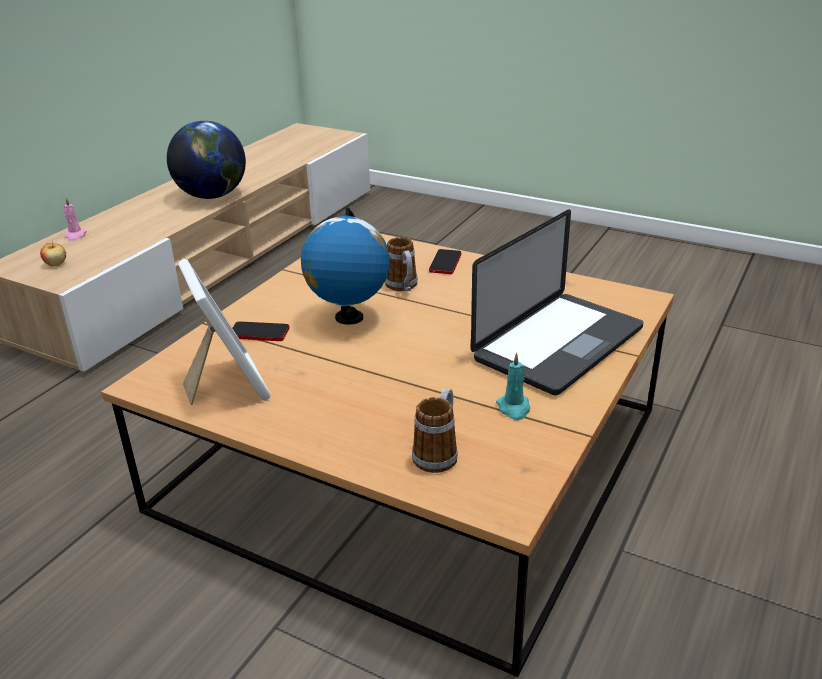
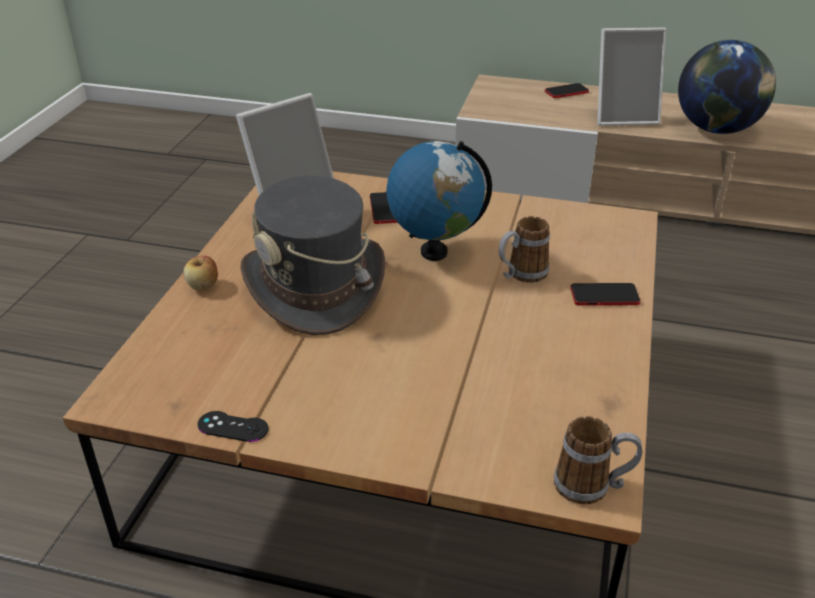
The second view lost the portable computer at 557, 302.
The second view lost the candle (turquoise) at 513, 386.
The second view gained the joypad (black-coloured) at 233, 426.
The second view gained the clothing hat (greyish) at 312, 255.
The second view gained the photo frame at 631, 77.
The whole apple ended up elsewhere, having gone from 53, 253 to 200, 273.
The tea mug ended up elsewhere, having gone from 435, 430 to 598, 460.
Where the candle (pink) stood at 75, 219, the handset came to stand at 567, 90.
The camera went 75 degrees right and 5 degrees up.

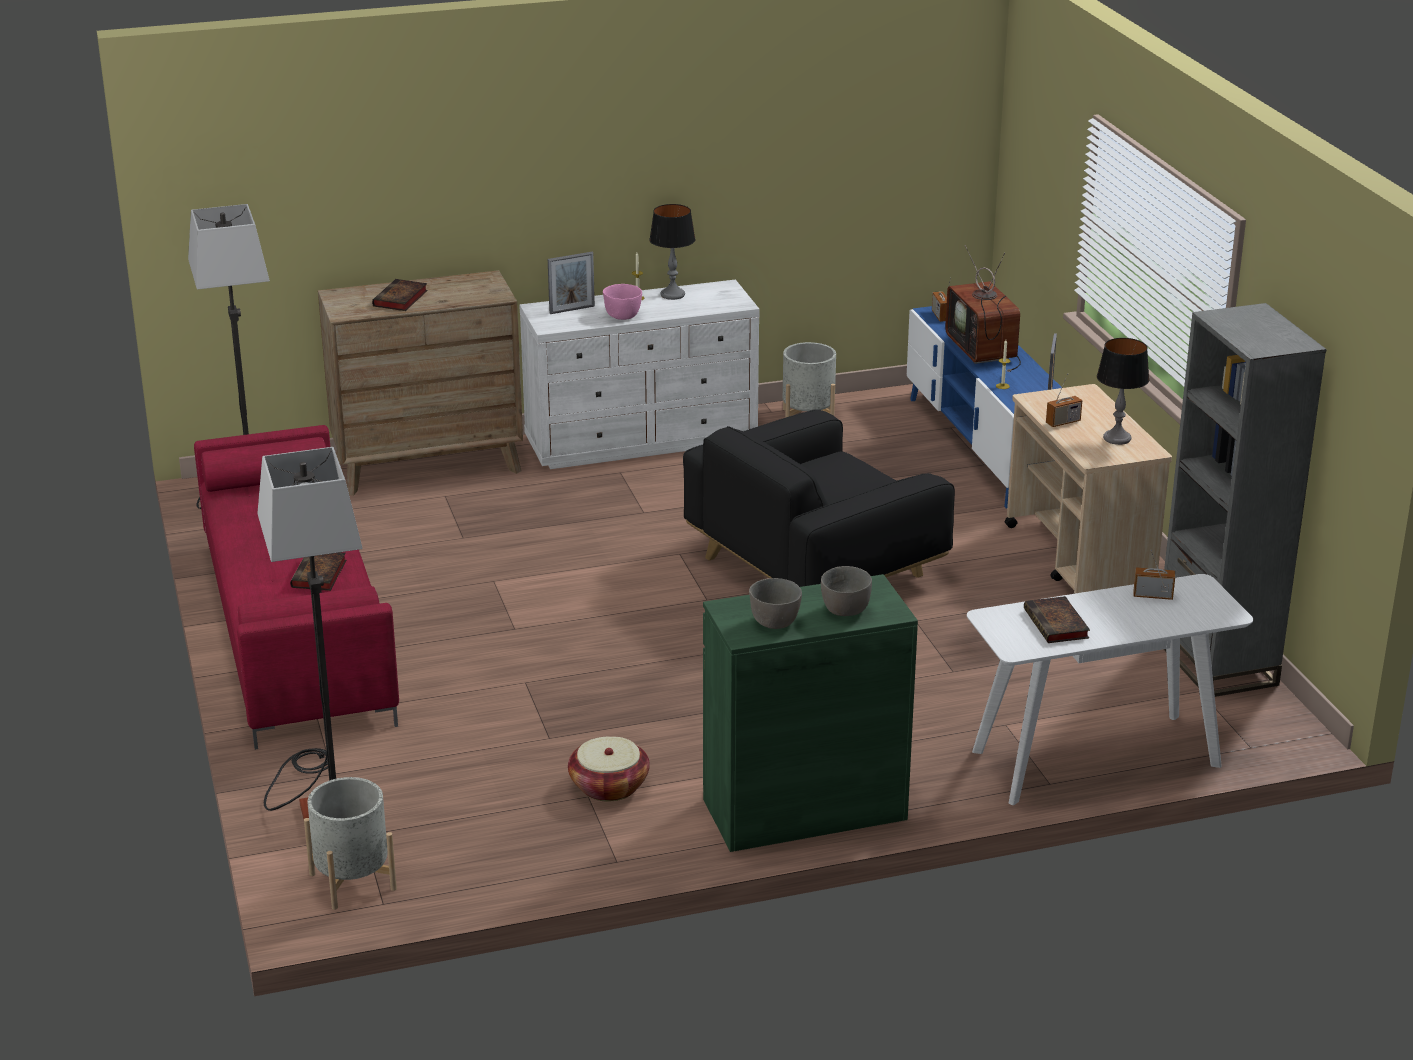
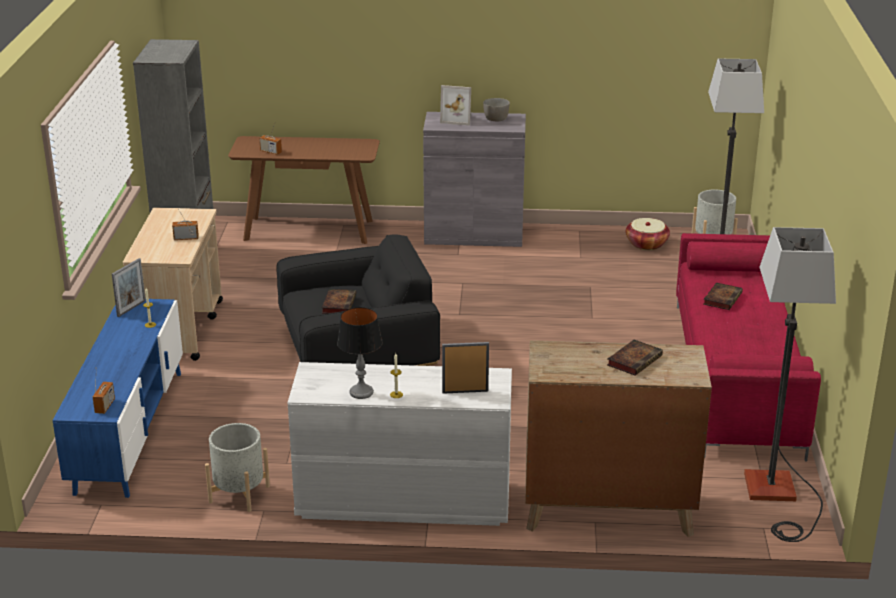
The second view lost the serving bowl (pink) at 622, 302.
The second view lost the TV set at 983, 308.
The second view lost the lamp for a table at 1123, 391.
The household basket ended up elsewhere, having gone from 609, 769 to 648, 234.
The volume ended up elsewhere, having gone from 1057, 619 to 339, 301.
Where the serving bowl (greyish) stood at 846, 591, the photo frame came to stand at 455, 105.
What was the cabinet (green-coloured) at 810, 713 turned into the cabinet (greyish) at 474, 179.
What was the narrow table (white-coloured) at 1110, 689 turned into the narrow table (brown) at 304, 190.
The camera went 160 degrees left and 0 degrees up.

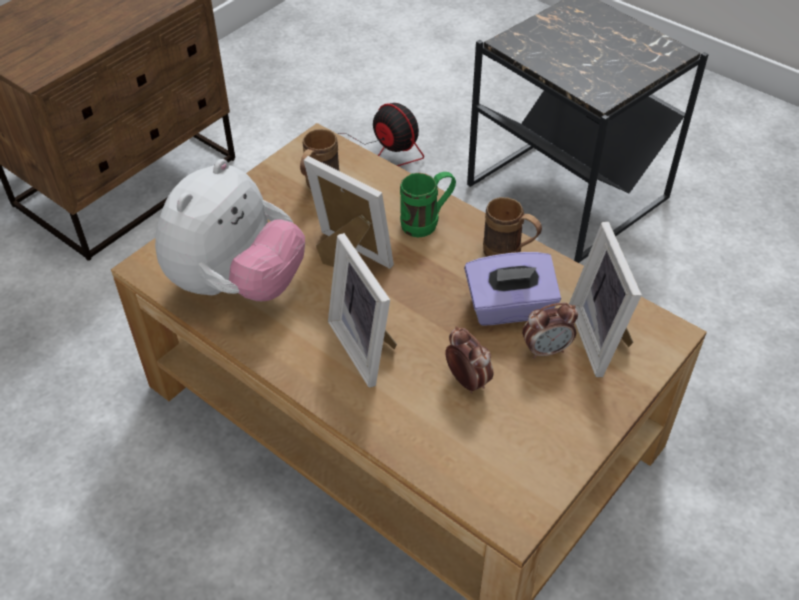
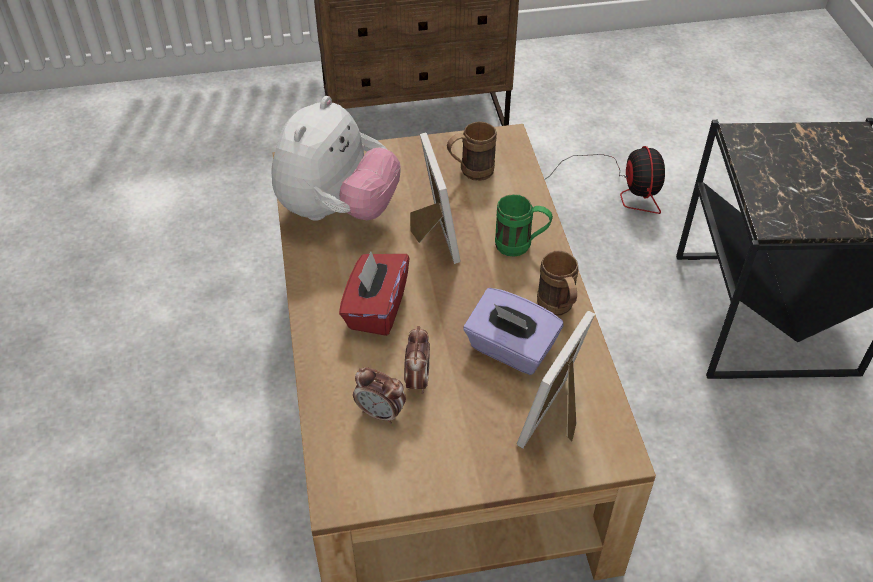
The alarm clock ended up elsewhere, having gone from 550, 331 to 379, 395.
Where the photo frame stood at 362, 310, the tissue box (reddish) came to stand at 374, 293.
The plush toy at 230, 230 ended up facing another way, 45 degrees counterclockwise from before.
The camera went 40 degrees right and 0 degrees up.

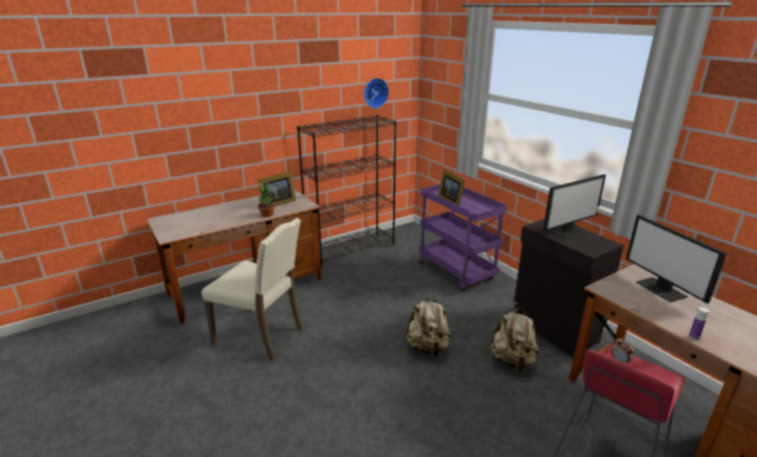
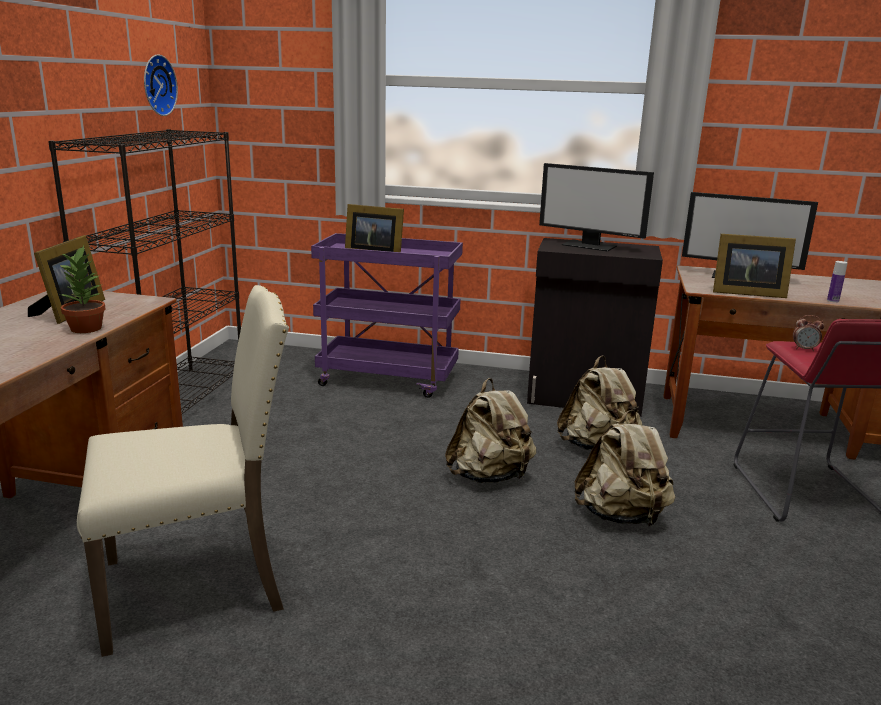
The second view gained the rucksack (beige) at 625, 468.
The second view gained the photo frame at 754, 266.
The computer screen at 574, 206 ended up facing another way, 105 degrees clockwise from before.
The camera went 45 degrees left and 5 degrees down.

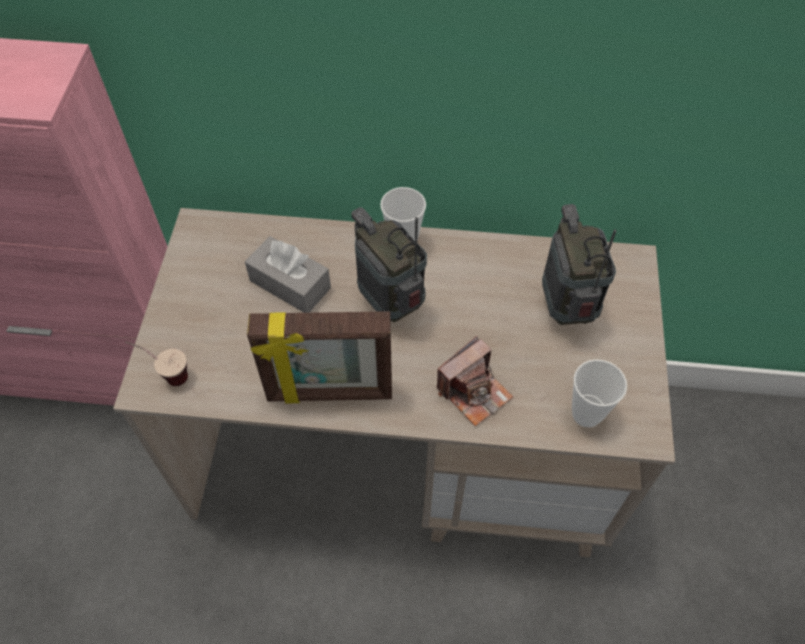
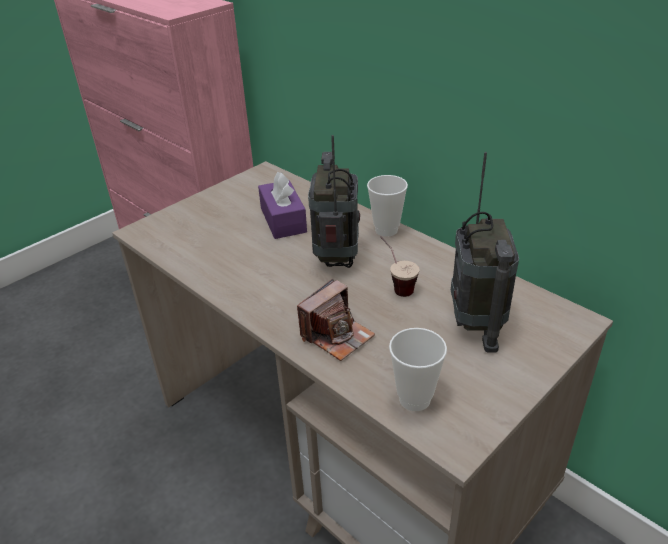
The second view lost the photo frame at 319, 357.
The drinking cup ended up elsewhere, having gone from 156, 363 to 399, 266.
What was the tissue box (greyish) at 288, 274 turned into the tissue box (purple-coloured) at 282, 205.
The still camera at 475, 381 ended up facing another way, 45 degrees counterclockwise from before.
The radio at 579, 264 ended up facing another way, 150 degrees clockwise from before.
The camera went 40 degrees right and 20 degrees down.

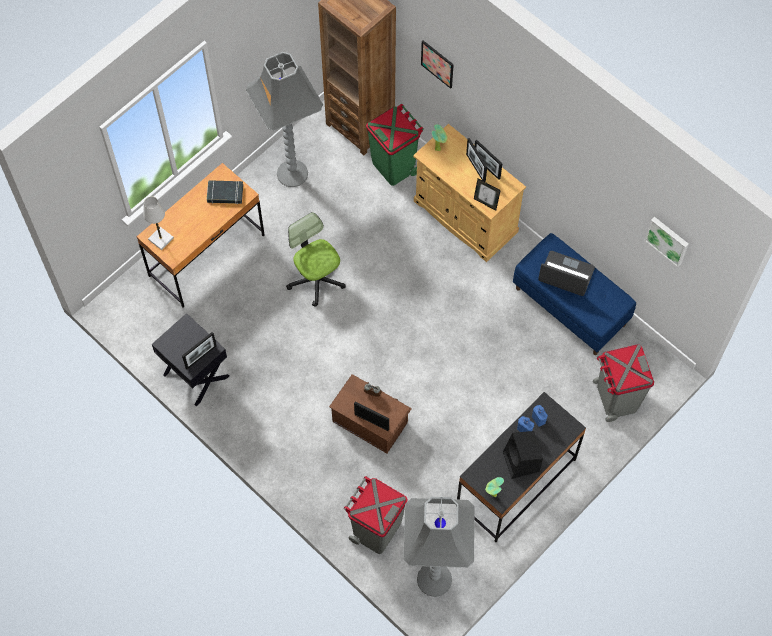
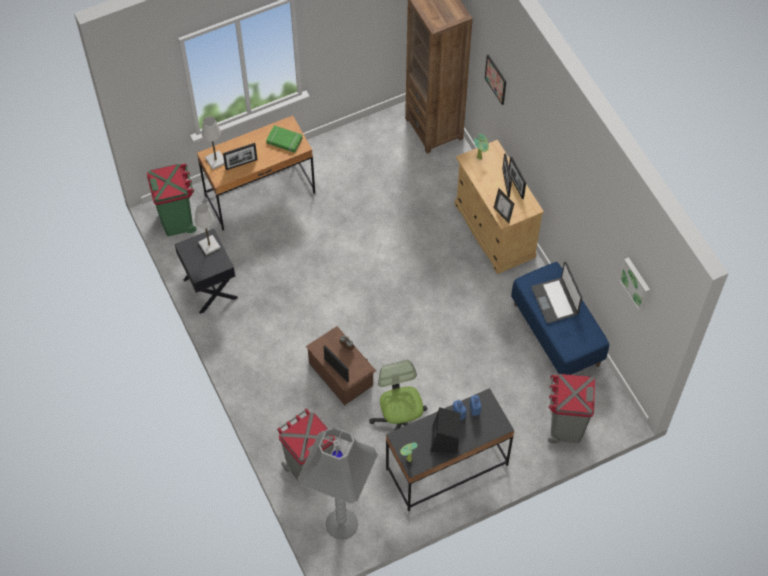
The second view lost the floor lamp (greyish) at 284, 119.
The second view gained the lamp for a table (white-coloured) at 207, 229.
The photo frame ended up elsewhere, having gone from 199, 350 to 240, 156.
The computer chair ended up elsewhere, having gone from 316, 259 to 398, 395.
The rubbish bin (green-coloured) ended up elsewhere, having gone from 395, 145 to 172, 199.
What was the volume (black-coloured) at 225, 192 turned into the volume (green-coloured) at 284, 139.
The portable computer at 566, 273 ended up facing another way, 150 degrees counterclockwise from before.
The camera went 20 degrees right and 5 degrees down.

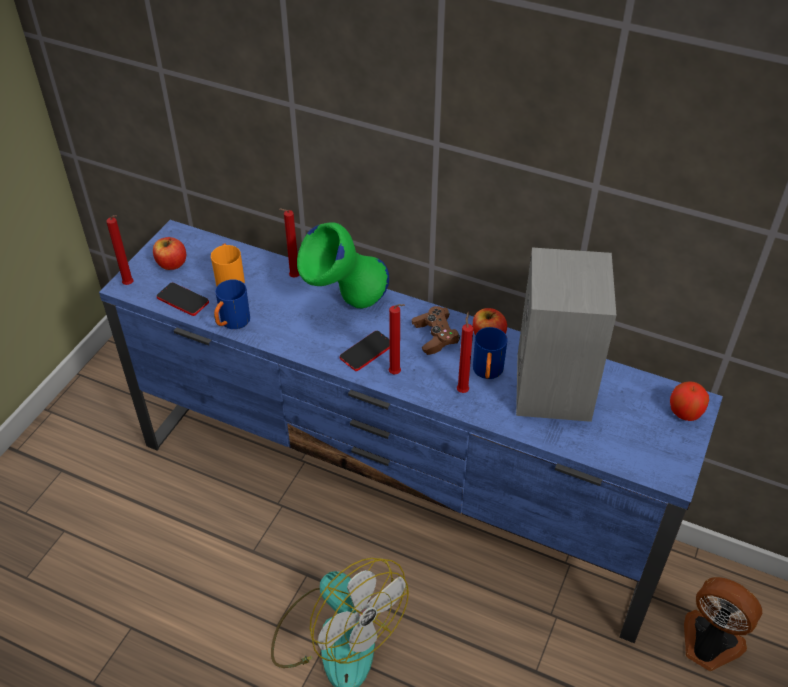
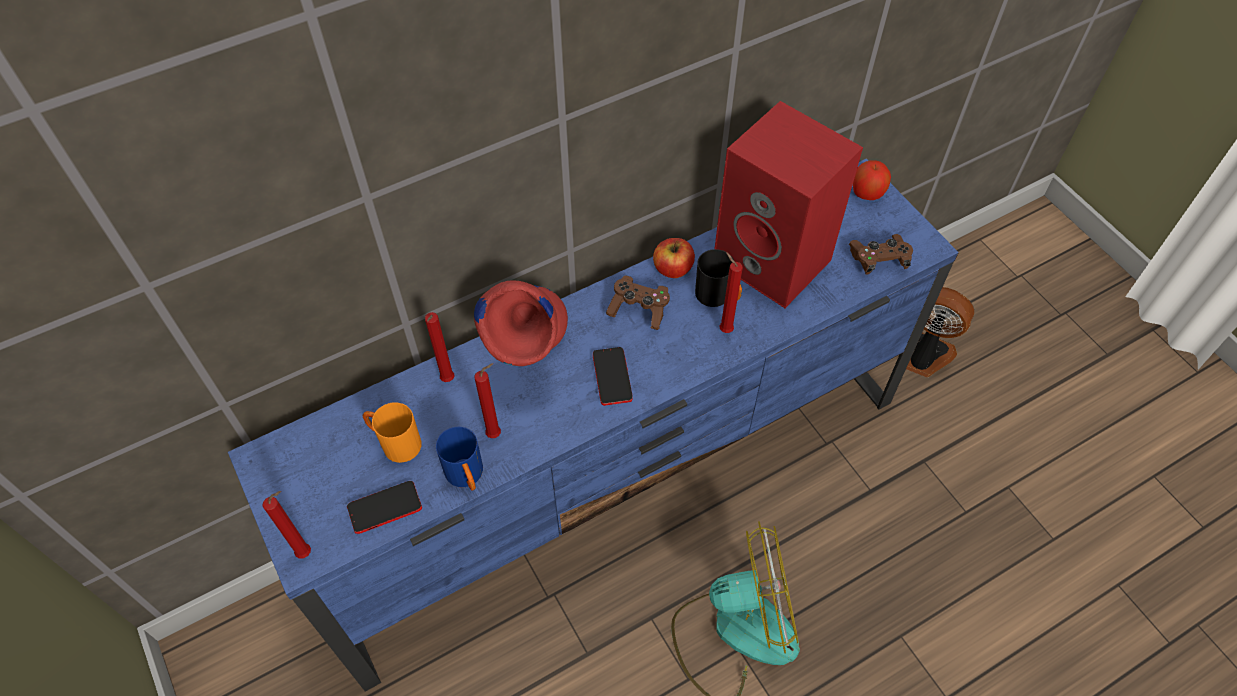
The second view lost the whole apple at 169, 253.
The second view gained the joypad (brown) at 881, 254.
The candle (reddish) ended up elsewhere, having gone from 396, 339 to 488, 400.
What was the decorative vase (green-coloured) at 343, 265 turned into the decorative vase (reddish) at 521, 323.
What was the tea mug (bluish) at 490, 353 turned into the tea mug (black-coloured) at 718, 278.
What was the speaker (greyish) at 566, 335 turned into the speaker (reddish) at 788, 204.
The fan at 723, 624 ended up facing another way, 45 degrees clockwise from before.
The camera went 55 degrees left and 10 degrees up.

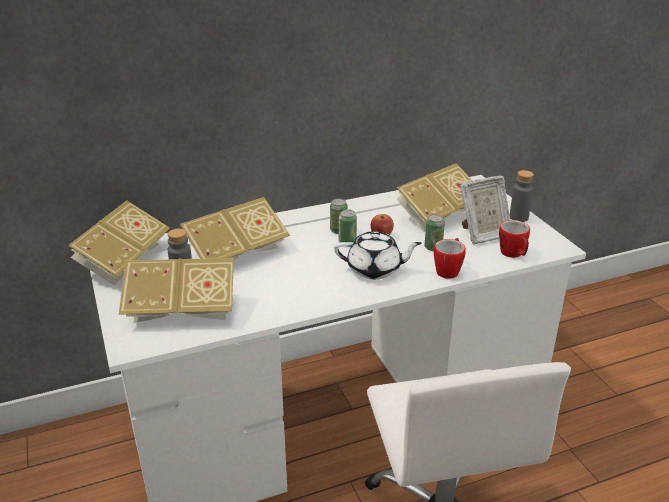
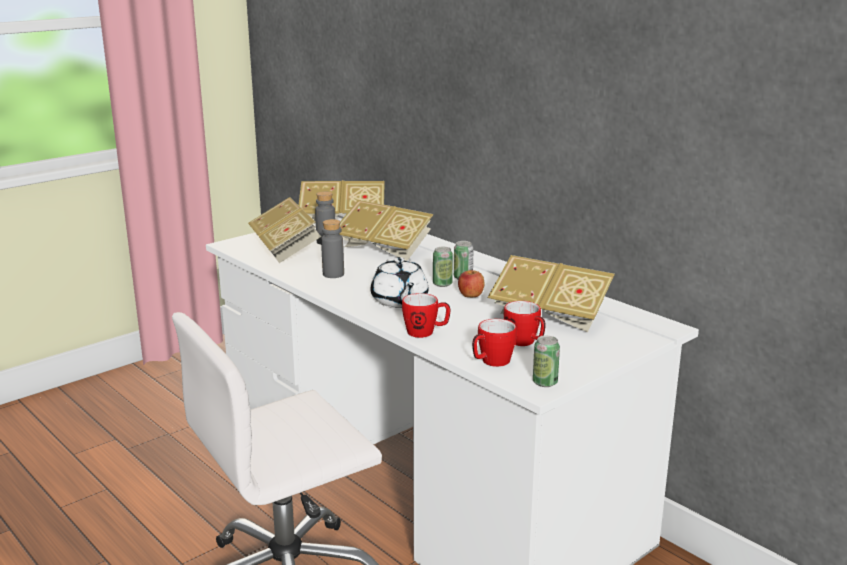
The metal can ended up elsewhere, having gone from 434, 232 to 546, 361.
The drink bottle (greyish) ended up elsewhere, having gone from 522, 196 to 332, 248.
Where the photo frame stood at 485, 210, the tea mug came to stand at 525, 323.
The camera went 70 degrees right and 10 degrees down.

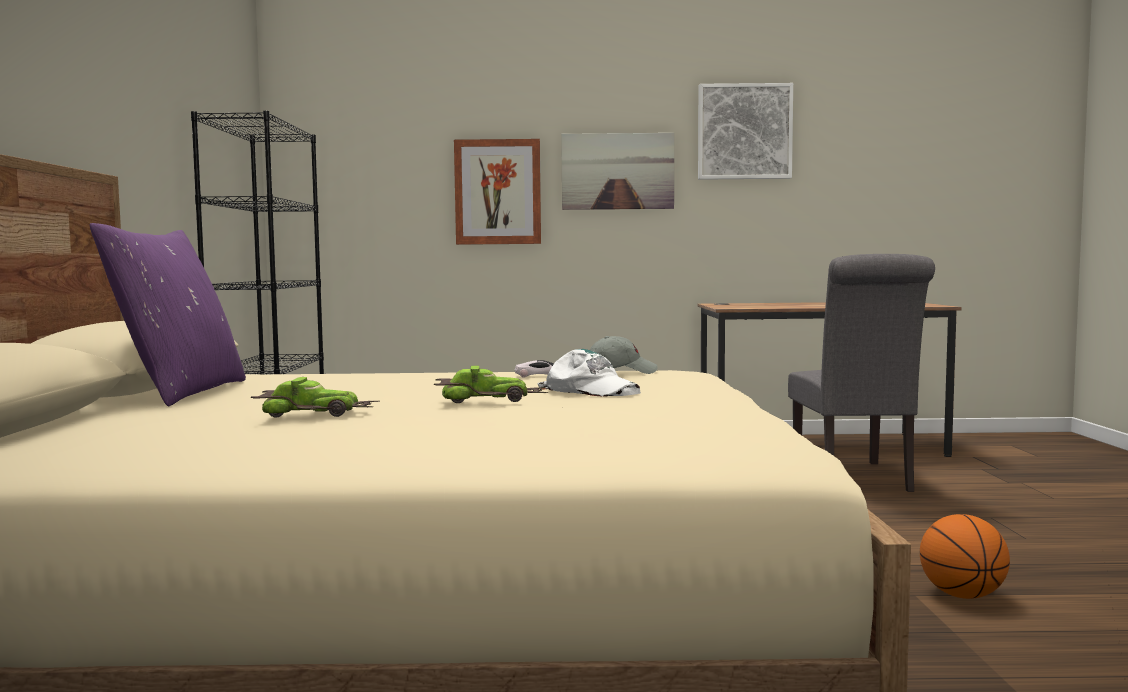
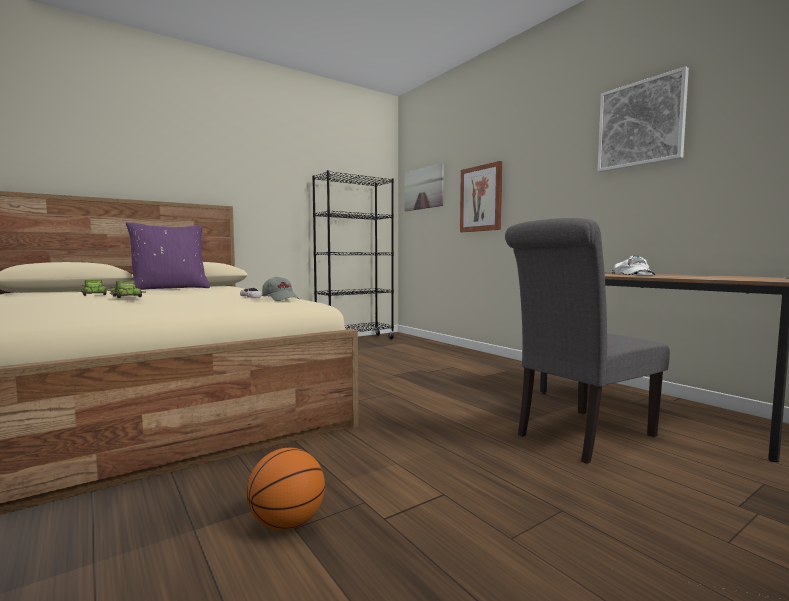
The cap (white-coloured) ended up elsewhere, having gone from 589, 373 to 633, 265.
The wall art ended up elsewhere, having gone from 617, 171 to 424, 187.
The camera went 55 degrees right and 0 degrees up.

